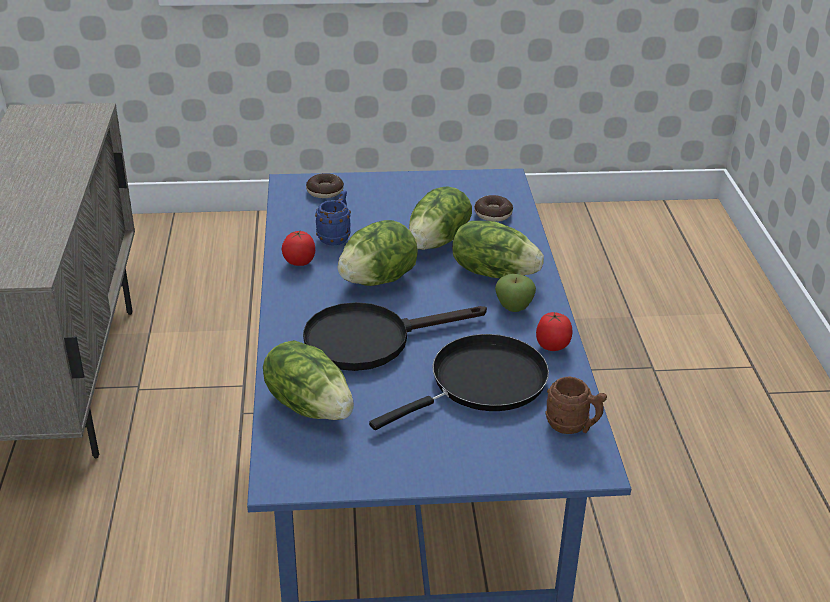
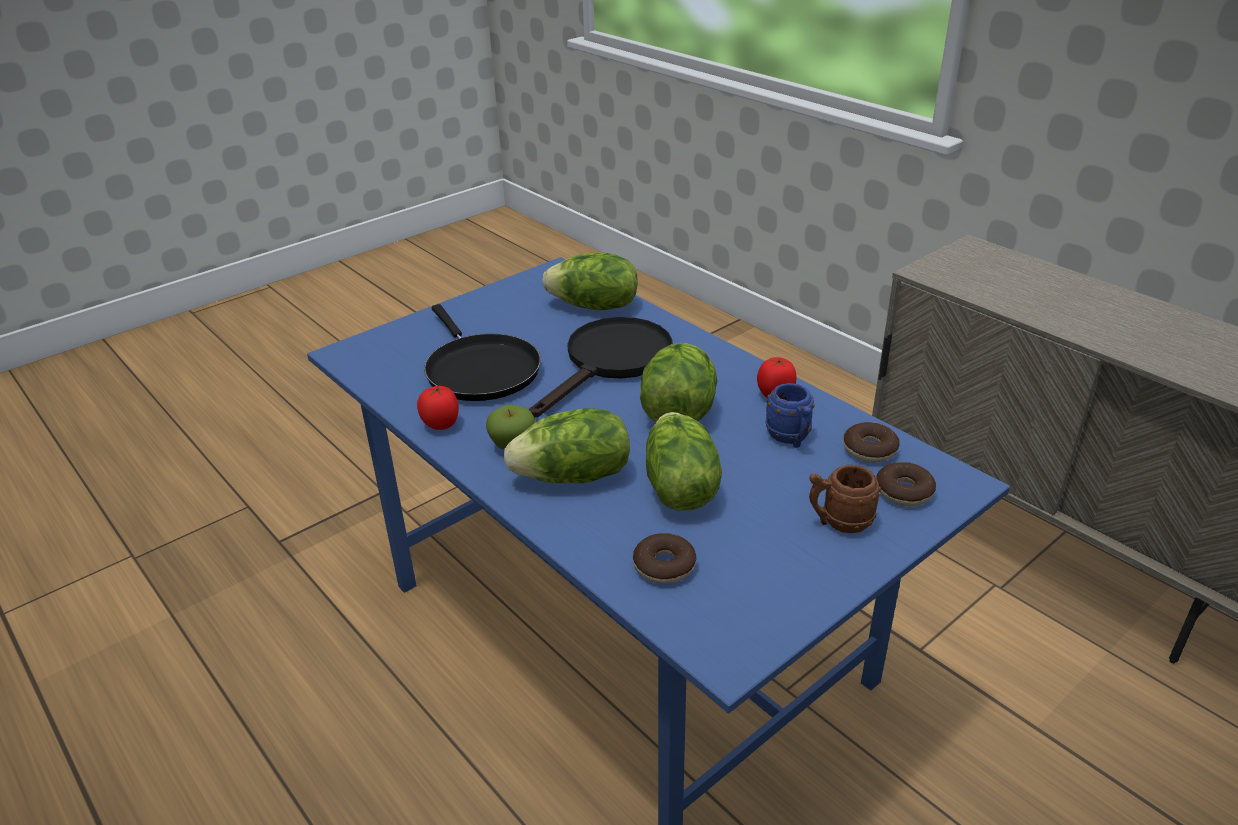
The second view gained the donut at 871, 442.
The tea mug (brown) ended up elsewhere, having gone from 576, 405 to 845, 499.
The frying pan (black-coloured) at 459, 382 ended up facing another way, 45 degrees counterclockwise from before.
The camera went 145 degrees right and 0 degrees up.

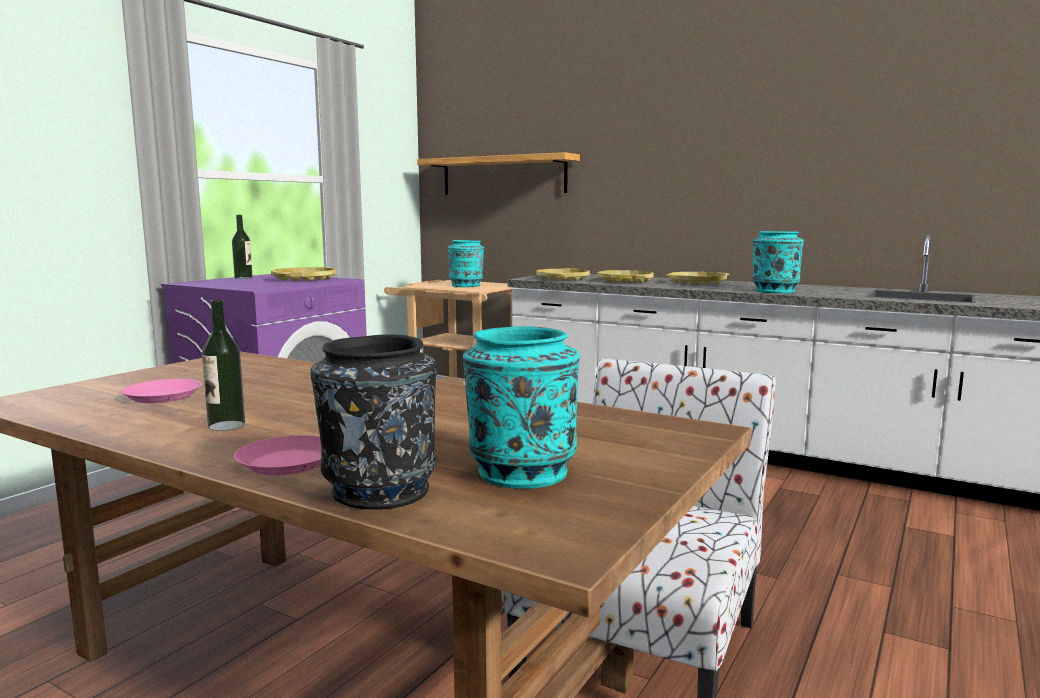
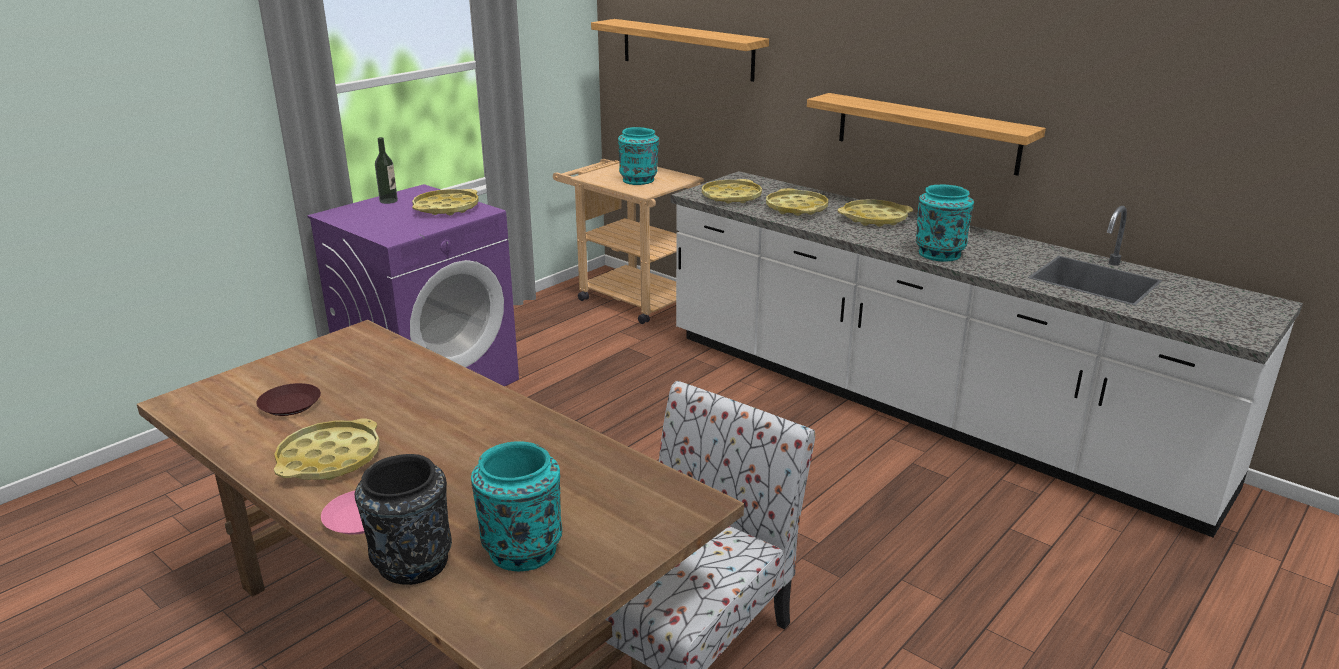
The second view gained the shelf at 926, 134.
Where the drink bottle stood at 223, 365, the carrying tray (yellowish) came to stand at 327, 449.
What was the dinner plate (pink) at 161, 391 turned into the dinner plate (brown) at 288, 399.
The camera went 10 degrees right and 15 degrees up.

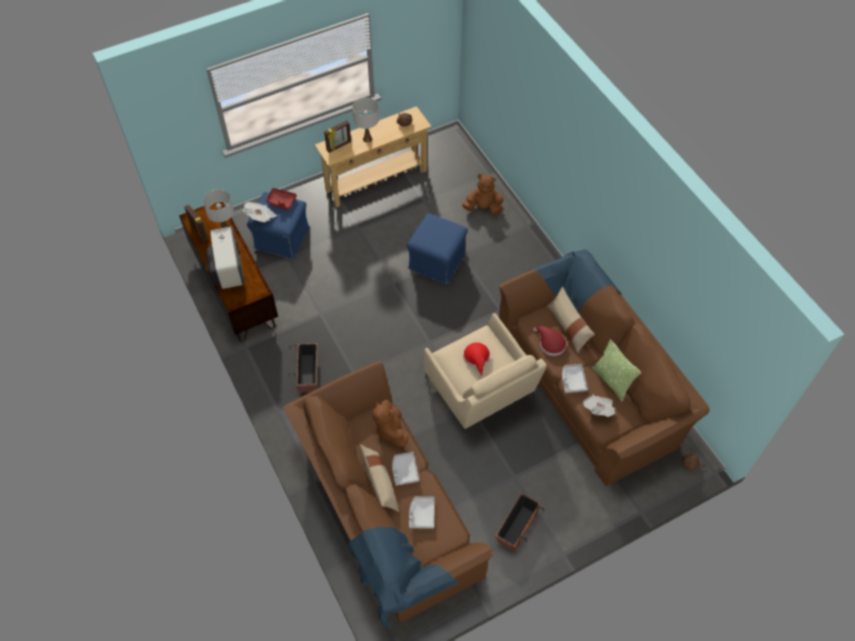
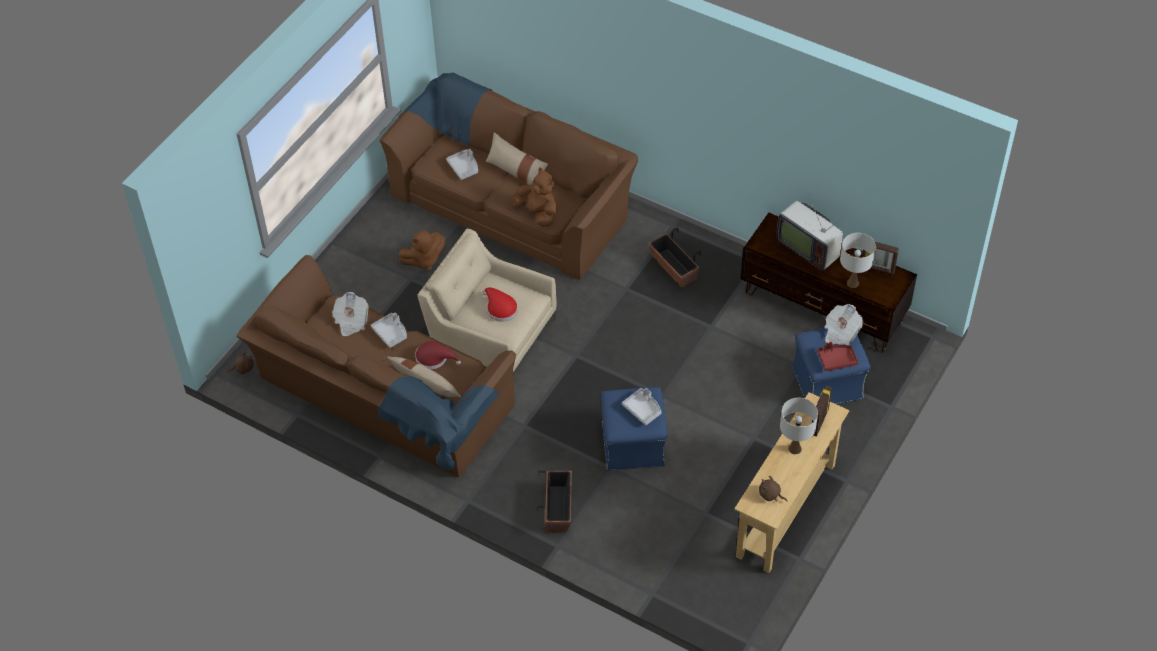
The second view lost the throw pillow at 616, 370.
The carrying tray (greyish) ended up elsewhere, having gone from 405, 469 to 641, 406.
The plush toy (brown) ended up elsewhere, having gone from 483, 194 to 422, 250.
The flower pot ended up elsewhere, having gone from 519, 522 to 554, 501.
The camera went 150 degrees right and 5 degrees down.

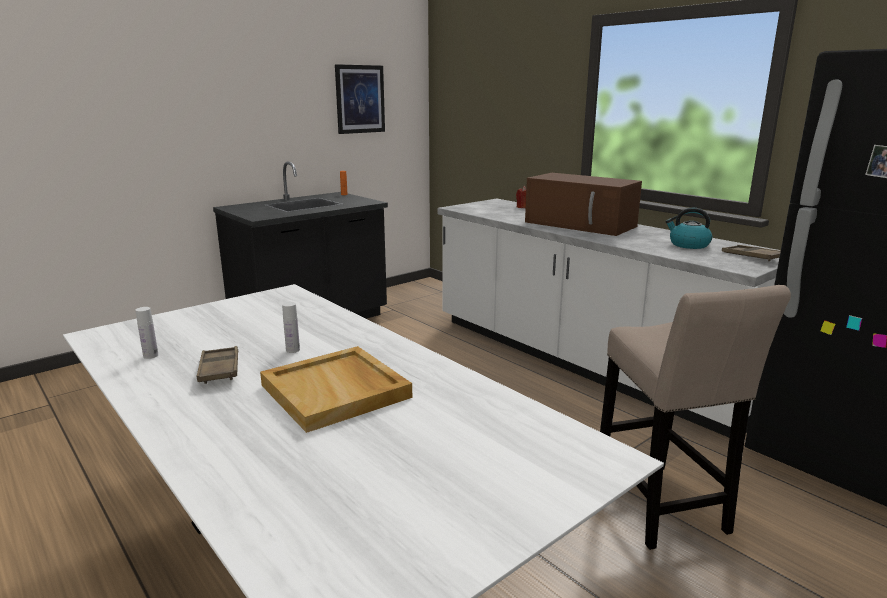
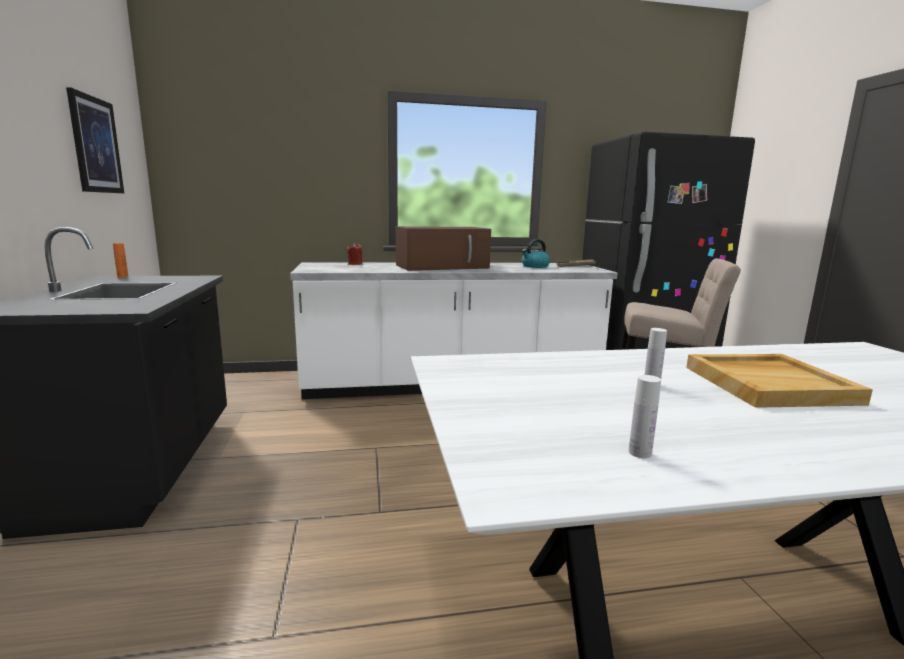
The second view lost the carrying tray (brown) at 217, 365.
The camera went 60 degrees left and 5 degrees down.

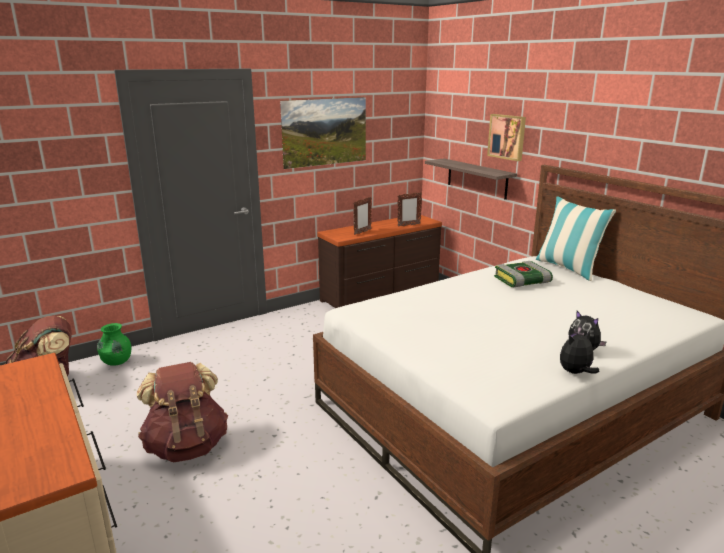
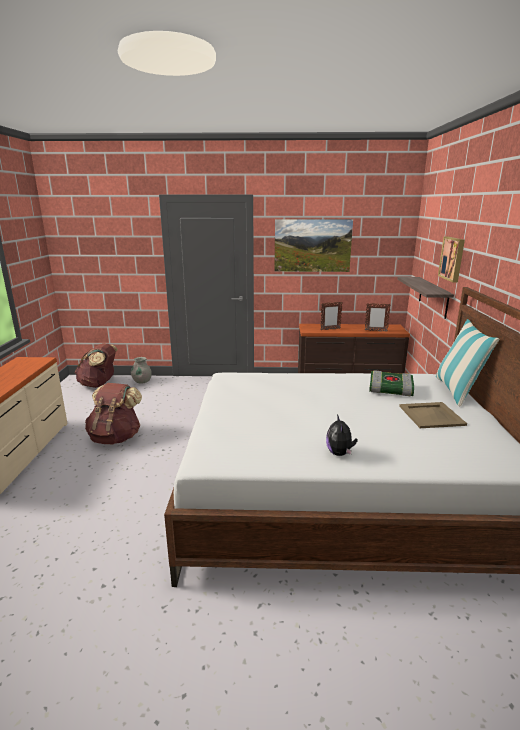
The second view lost the plush toy at 579, 352.
The second view gained the carrying tray (beige) at 433, 415.
What was the decorative vase (green-coloured) at 114, 344 turned into the decorative vase (greyish) at 141, 370.
The camera went 35 degrees right and 0 degrees up.

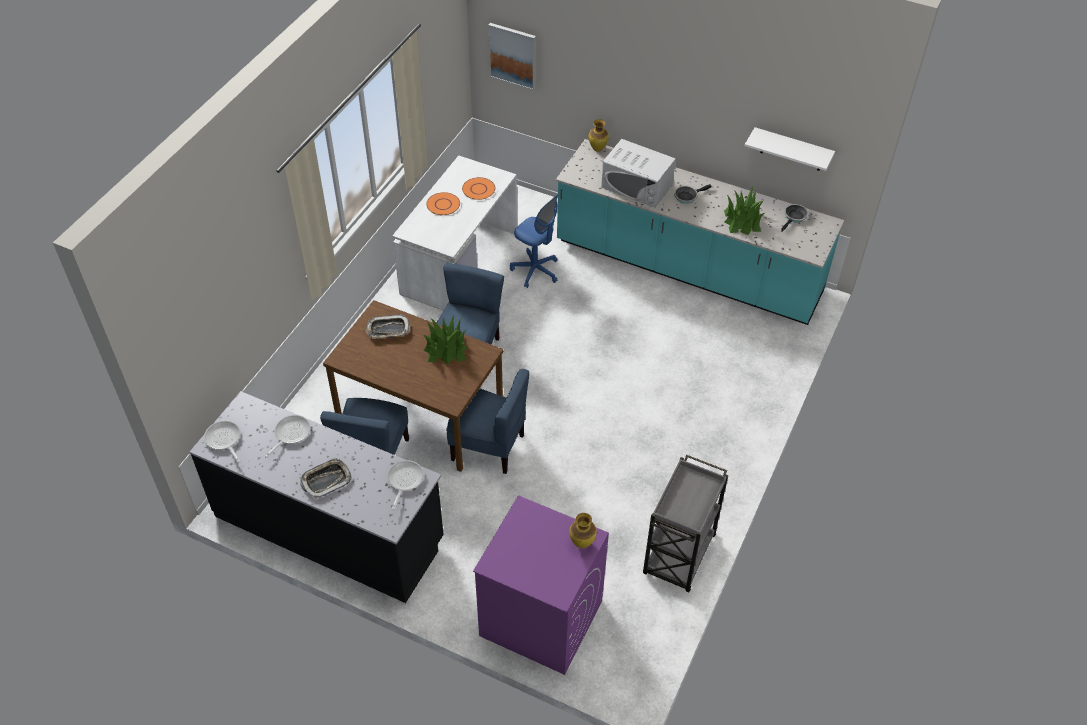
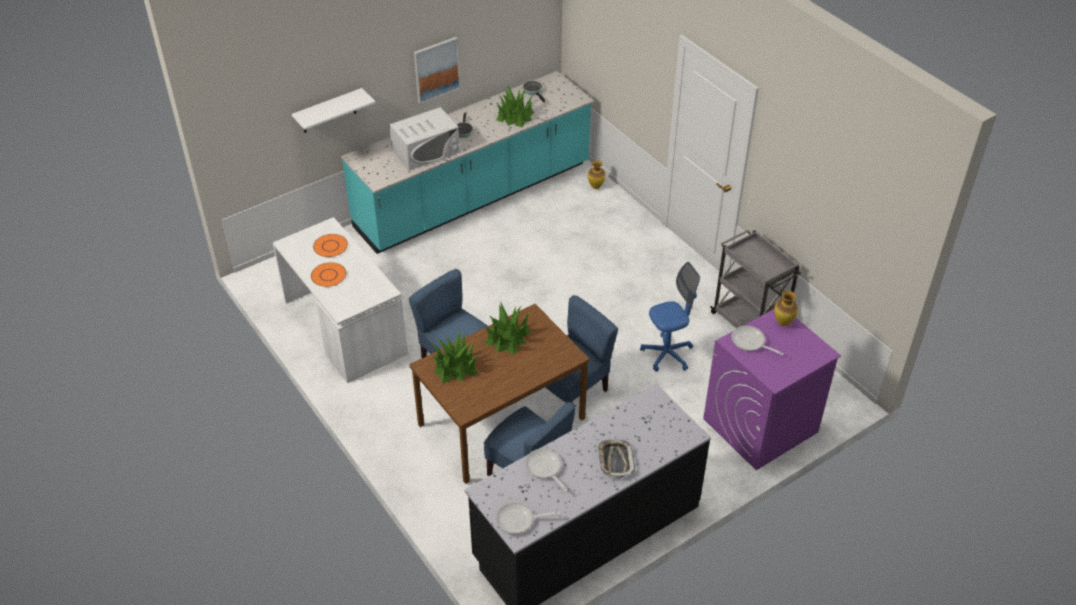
The frying pan ended up elsewhere, having gone from 405, 485 to 757, 341.
The wall art ended up elsewhere, having gone from 512, 56 to 437, 70.
The computer chair (bluish) ended up elsewhere, having gone from 534, 241 to 670, 317.
The decorative vase ended up elsewhere, having gone from 599, 135 to 597, 174.
The shelf (white-coloured) ended up elsewhere, having gone from 790, 149 to 334, 110.
Where the carrying tray stood at 388, 326, the potted plant came to stand at 454, 356.
The camera went 60 degrees left and 5 degrees down.

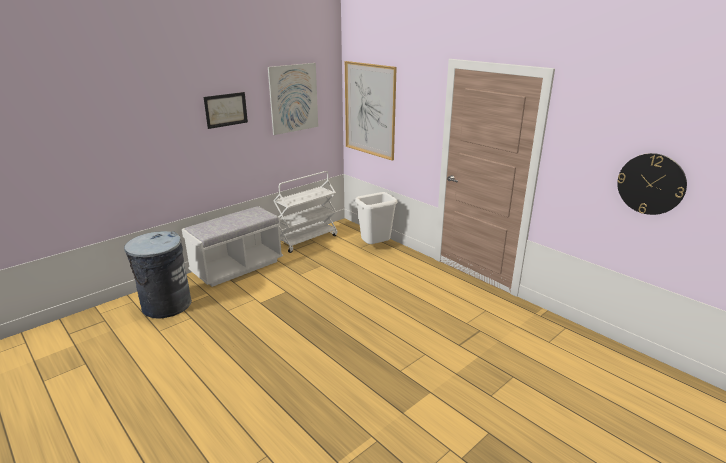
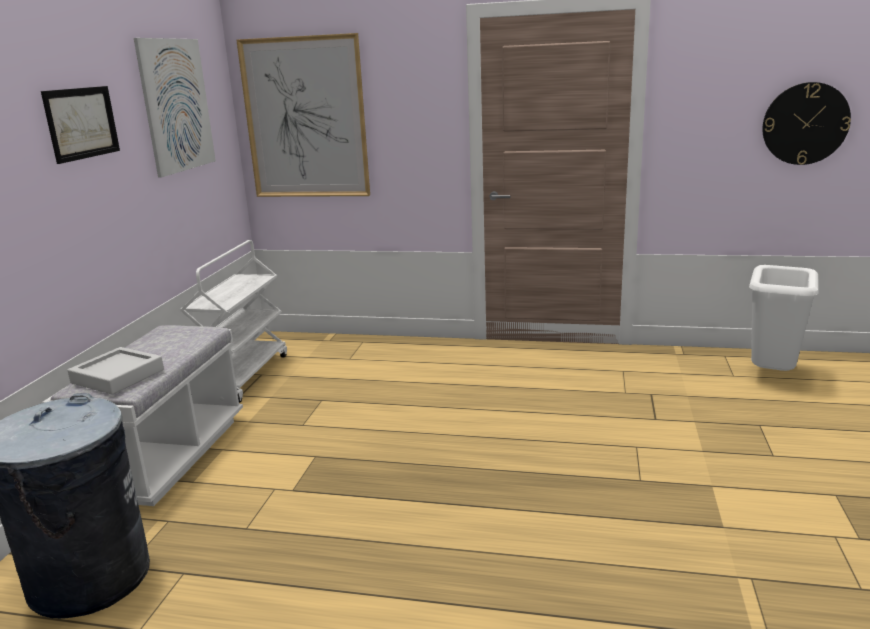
The second view gained the carrying tray (greyish) at 115, 371.
The rubbish bin (white-coloured) ended up elsewhere, having gone from 376, 218 to 783, 318.
The camera went 35 degrees left and 5 degrees down.

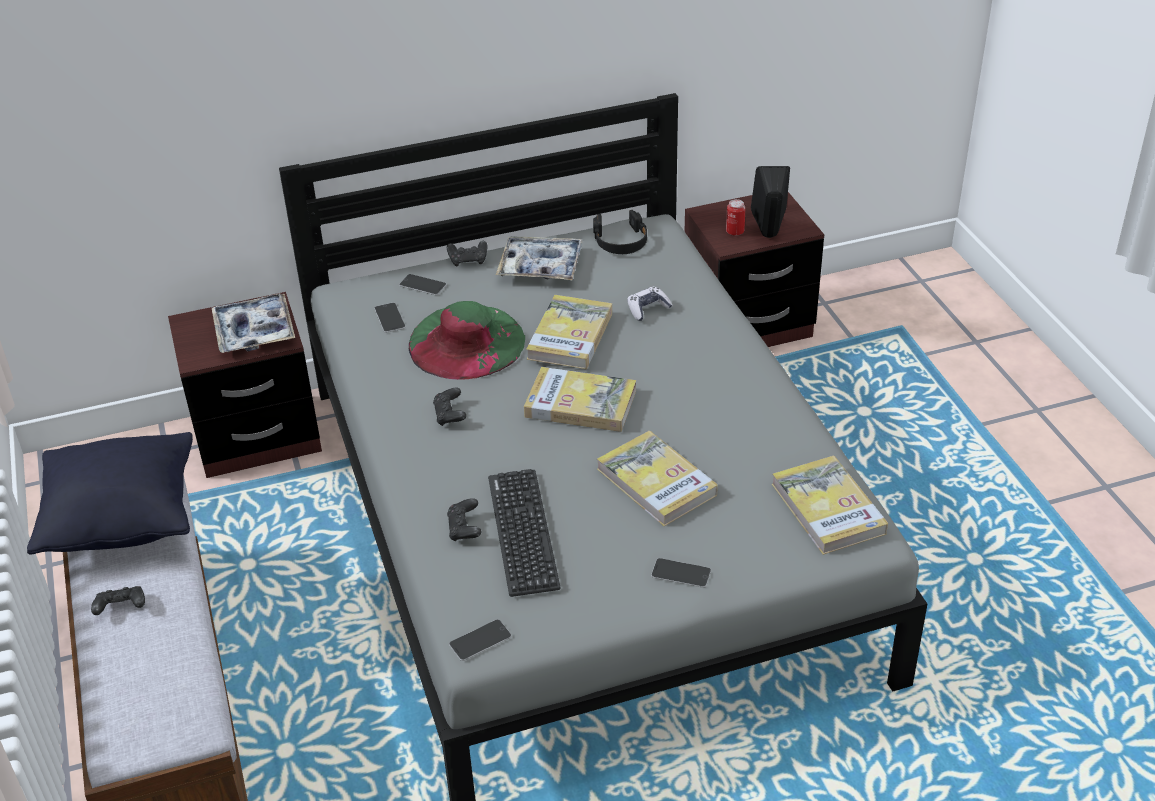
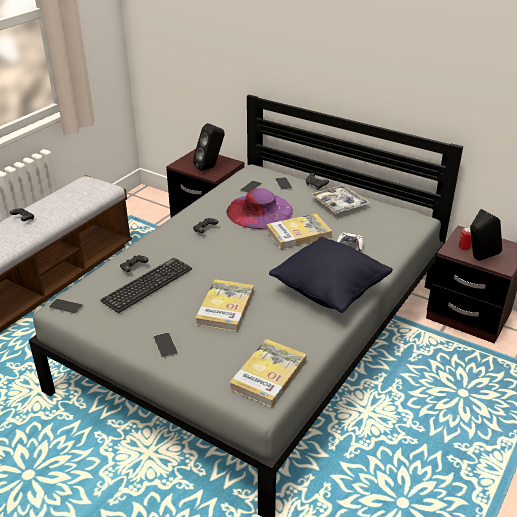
The second view lost the volume at 580, 399.
The second view lost the headset (black-coloured) at 620, 232.
The throw pillow (black-coloured) ended up elsewhere, having gone from 110, 493 to 331, 275.
Where the carrying tray stood at 253, 323, the speaker (black-coloured) came to stand at 209, 147.
What was the clothing hat (green-coloured) at 467, 340 turned into the clothing hat (purple-coloured) at 259, 208.
The camera went 50 degrees right and 5 degrees down.

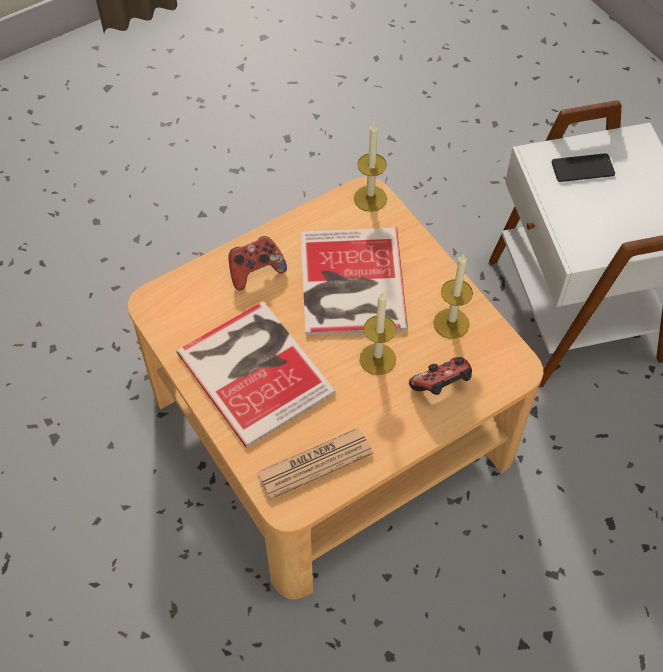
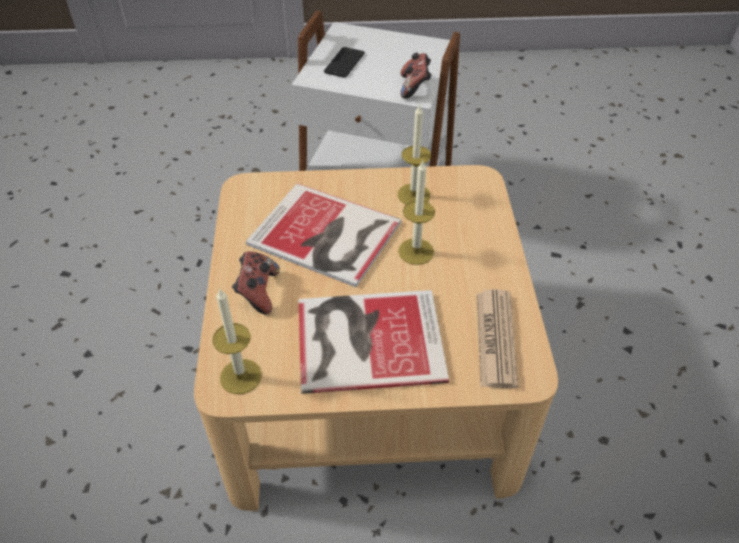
The candle ended up elsewhere, having gone from 370, 168 to 237, 341.
The joypad ended up elsewhere, having gone from 440, 376 to 416, 75.
The camera went 60 degrees left and 10 degrees down.

